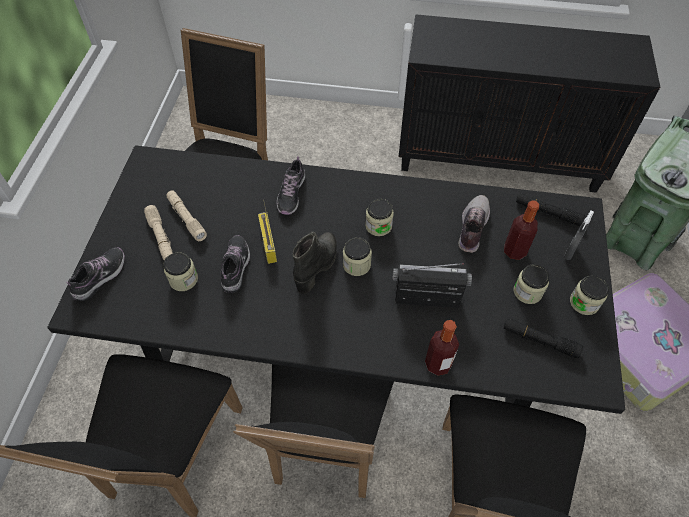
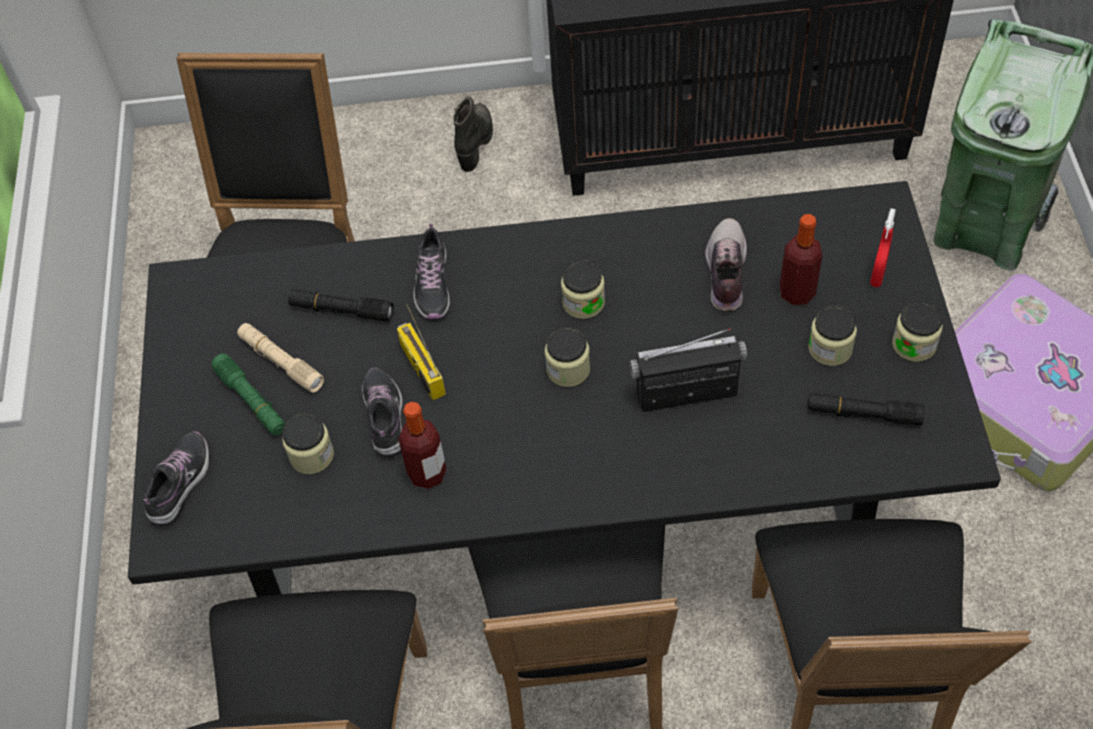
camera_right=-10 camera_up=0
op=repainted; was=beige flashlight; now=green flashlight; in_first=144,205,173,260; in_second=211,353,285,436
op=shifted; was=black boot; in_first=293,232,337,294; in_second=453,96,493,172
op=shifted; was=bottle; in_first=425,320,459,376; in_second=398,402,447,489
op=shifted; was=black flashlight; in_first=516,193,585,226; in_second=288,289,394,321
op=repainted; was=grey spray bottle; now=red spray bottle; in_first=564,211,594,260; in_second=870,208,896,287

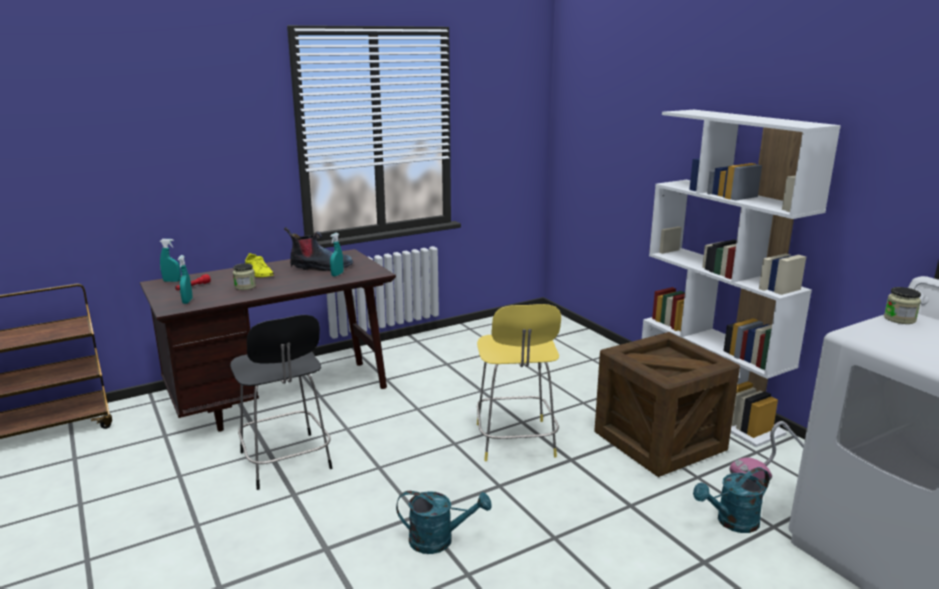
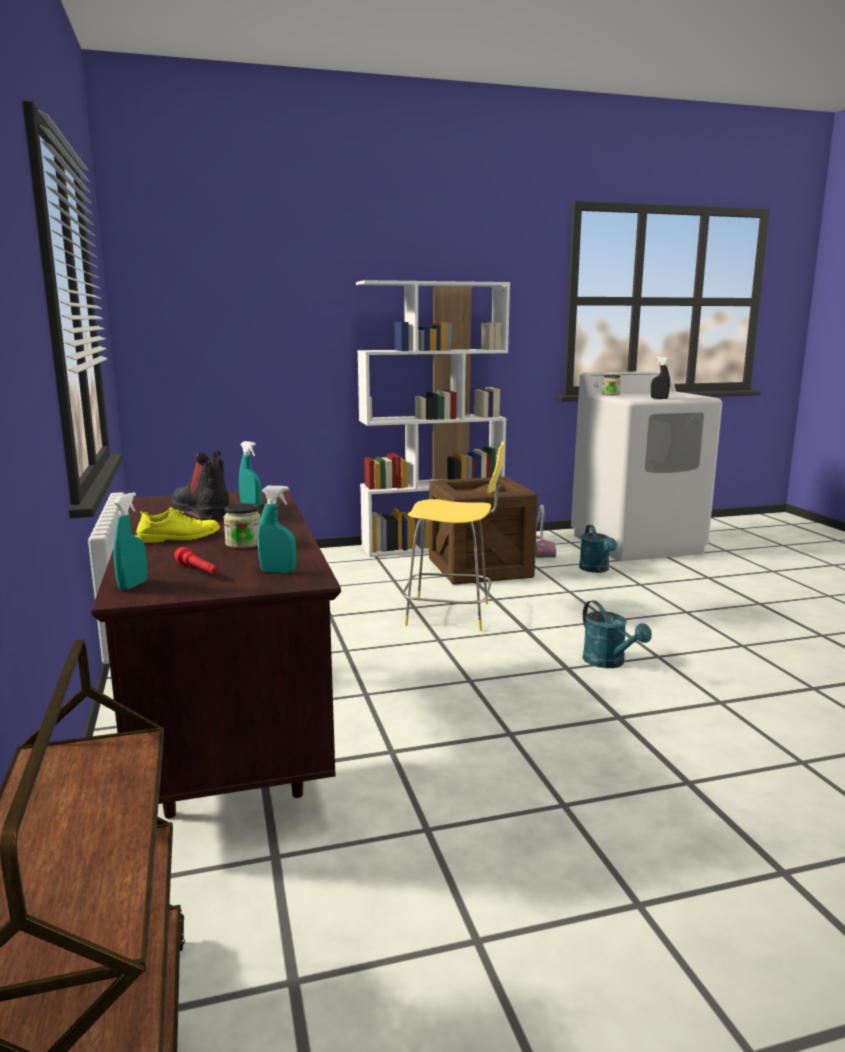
camera_right=-75 camera_up=-5
op=gone; was=black stool; in_first=230,315,332,490
op=rotated; was=boot; in_first=284,227,353,271; in_second=172,451,229,519; clockwise=-45
op=rotated; was=turquoise watering can; in_first=396,491,492,554; in_second=583,600,652,668; clockwise=135
op=new; now=black spray bottle; in_second=651,356,670,399

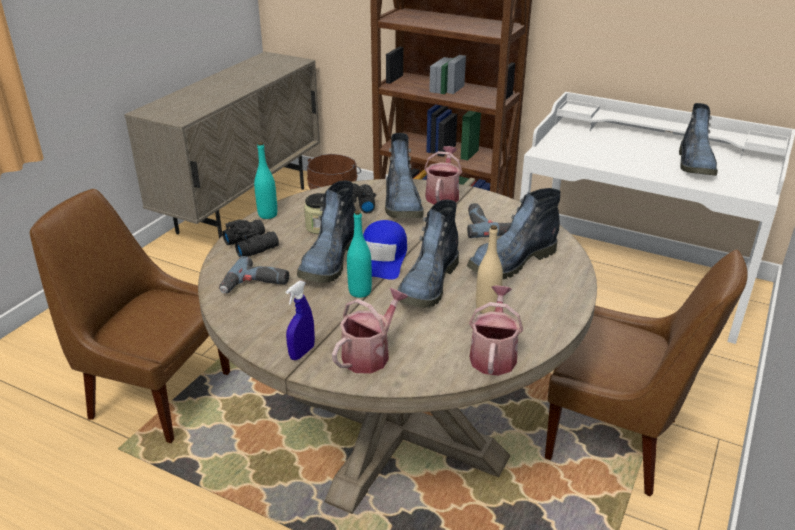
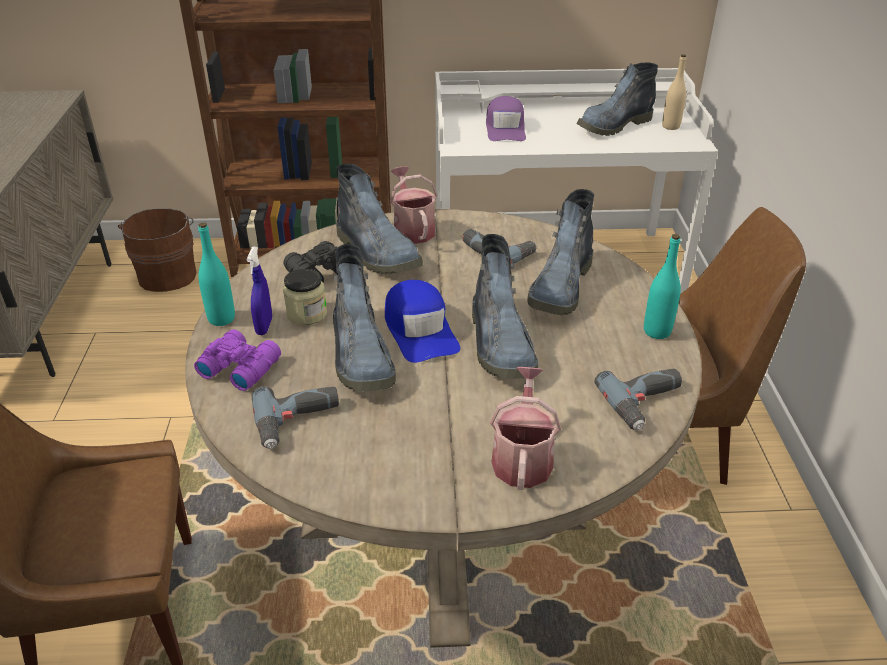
camera_right=-30 camera_up=5
op=repainted; was=black binoculars; now=purple binoculars; in_first=222,219,279,257; in_second=194,330,281,391
op=shifted; was=blue spray bottle; in_first=286,281,315,360; in_second=247,247,272,335
op=shifted; was=turquoise bottle; in_first=347,210,372,298; in_second=644,234,681,339
op=swapped; was=watering can; now=power drill; in_first=469,285,523,376; in_second=594,369,682,430
op=shifted; was=beige bottle; in_first=476,225,503,314; in_second=662,54,686,130
op=rotated; was=boot; in_first=679,103,718,176; in_second=577,62,658,136; clockwise=75
op=new; now=purple cap; in_second=486,96,526,141

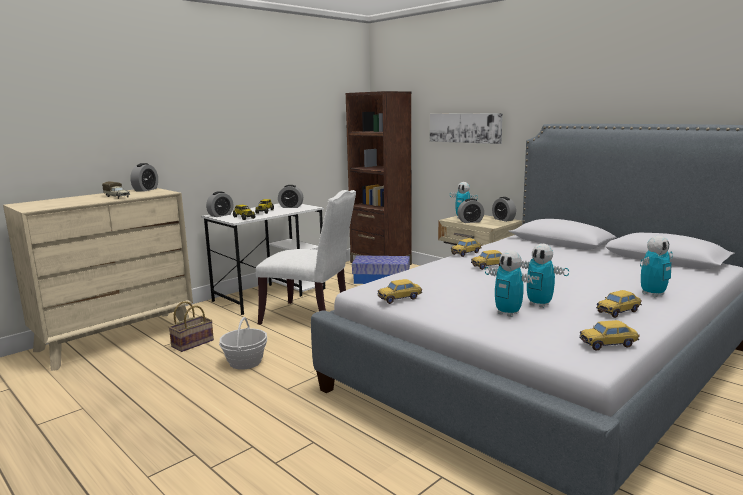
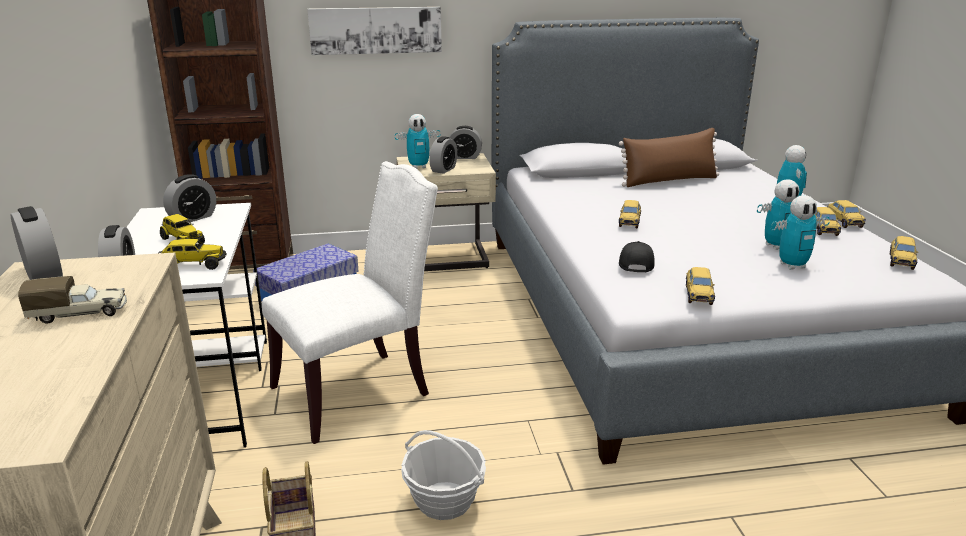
camera_right=-55 camera_up=10
op=shifted; was=toy car; in_first=451,238,482,257; in_second=827,200,866,228
op=new; now=brown pillow; in_second=619,128,719,187
op=new; now=black cap; in_second=619,241,655,272

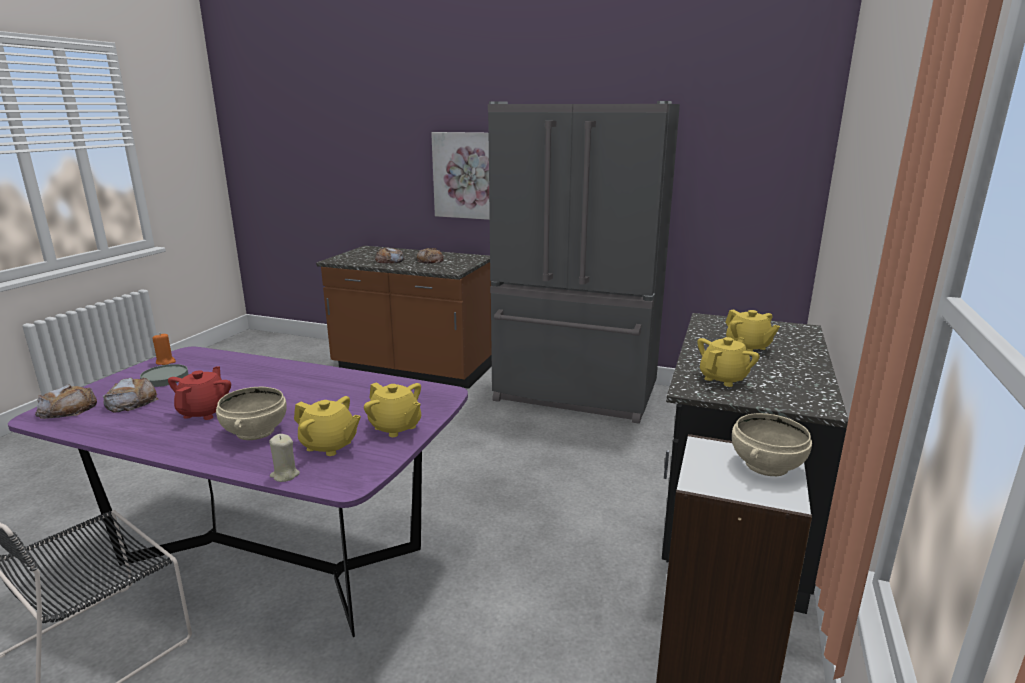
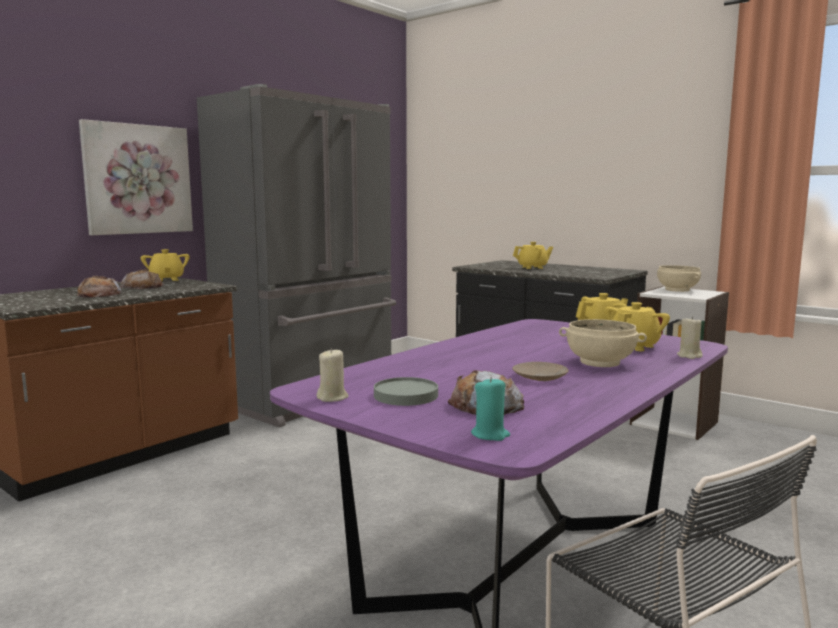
camera_right=-70 camera_up=-10
op=swapped; was=bread; now=turquoise candle; in_first=35,384,97,419; in_second=471,377,510,441
op=repainted; was=orange candle; now=beige candle; in_first=152,334,176,365; in_second=317,348,349,402
op=swapped; was=red teapot; now=beige plate; in_first=168,366,231,420; in_second=512,362,568,381
op=shifted; was=yellow teapot; in_first=697,337,760,387; in_second=141,249,190,281

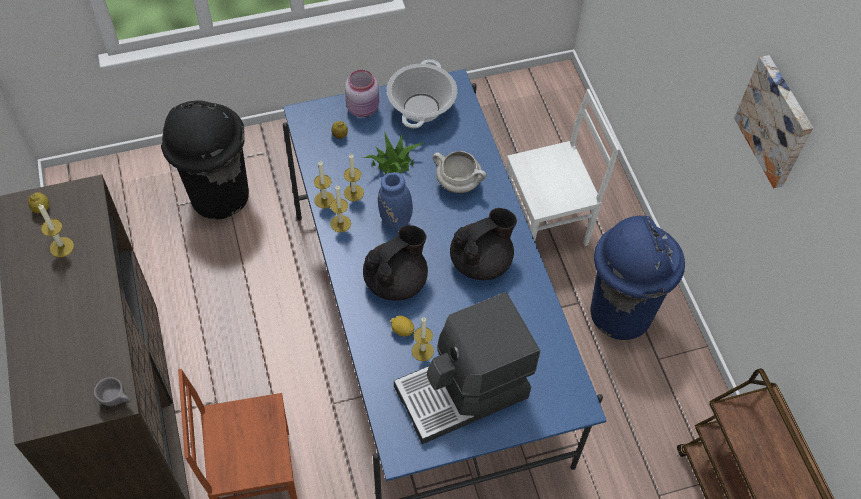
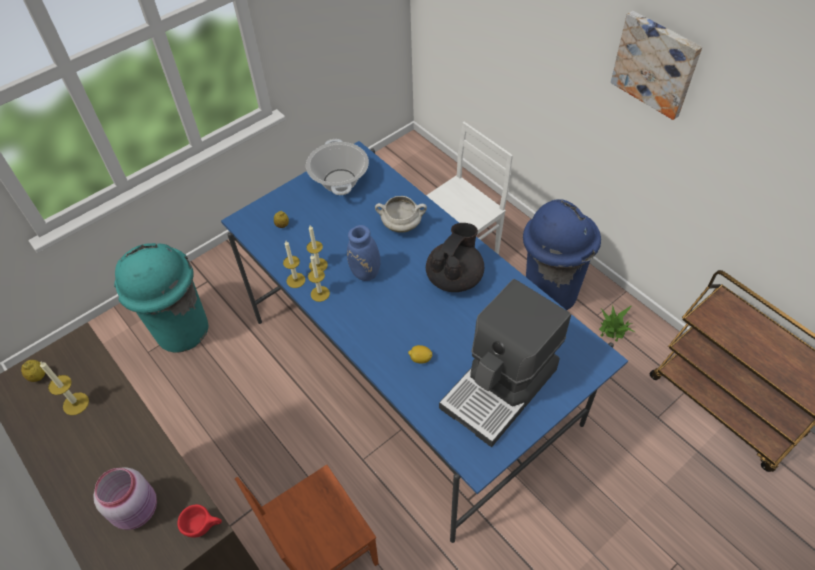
camera_right=-20 camera_up=-5
op=repainted; was=grey cup; now=red cup; in_first=94,377,131,406; in_second=177,504,222,537
op=repainted; was=black trash can; now=turquoise trash can; in_first=161,100,249,219; in_second=114,243,208,353
op=shifted; was=pink jar; in_first=345,70,379,117; in_second=93,467,157,530
op=shifted; was=potted plant; in_first=363,132,423,175; in_second=599,305,635,342
op=gone; was=black teapot; in_first=363,225,428,301
op=gone; was=candle; in_first=412,317,434,361

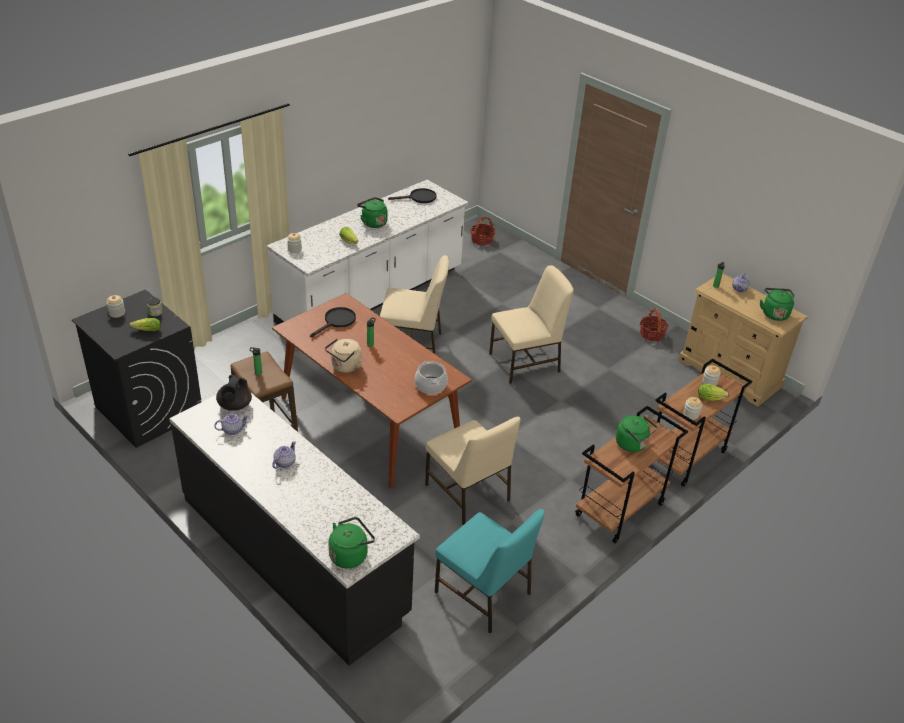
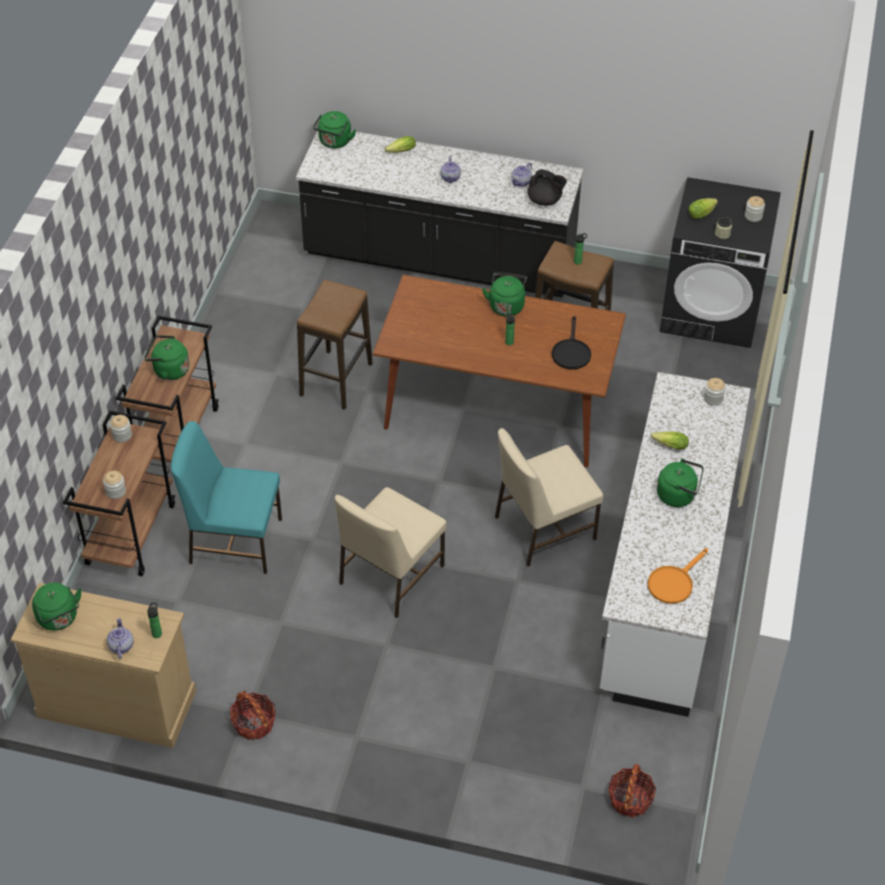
camera_right=150 camera_up=10
op=rotated; was=black teapot; in_first=216,375,252,411; in_second=528,169,567,206; clockwise=135
op=repainted; was=beige kettle; now=green kettle; in_first=325,339,363,373; in_second=482,272,527,316
op=repainted; was=black frying pan; now=orange frying pan; in_first=388,188,437,203; in_second=648,548,708,604
op=gone; was=cooking pot; in_first=415,361,448,394
op=swapped; was=beige chair; now=stool; in_first=425,417,520,525; in_second=297,280,373,410
op=shifted; was=turquoise chair; in_first=435,509,545,633; in_second=171,421,282,574
op=shifted; was=lettuce; in_first=698,384,729,401; in_second=385,136,416,153

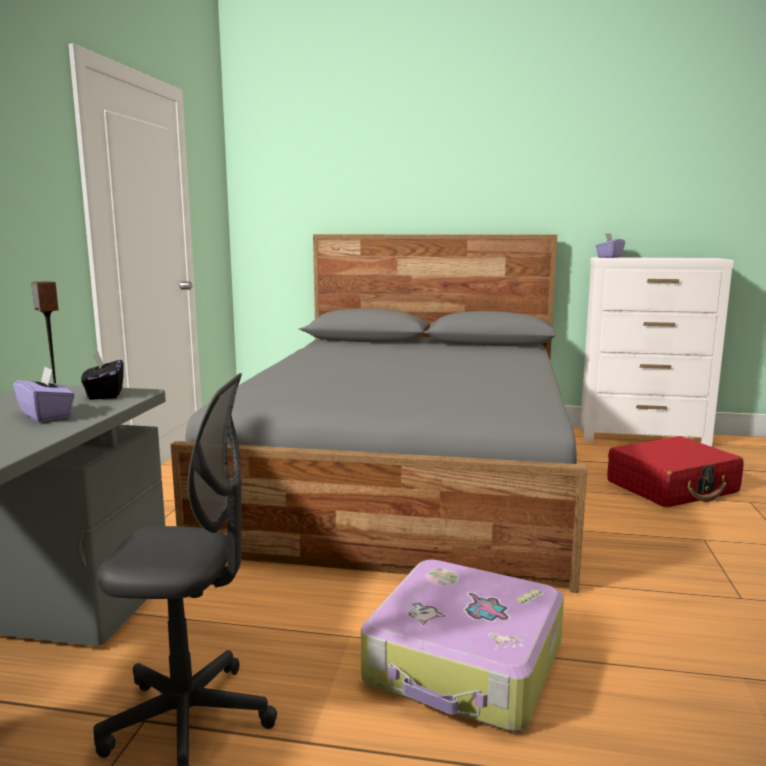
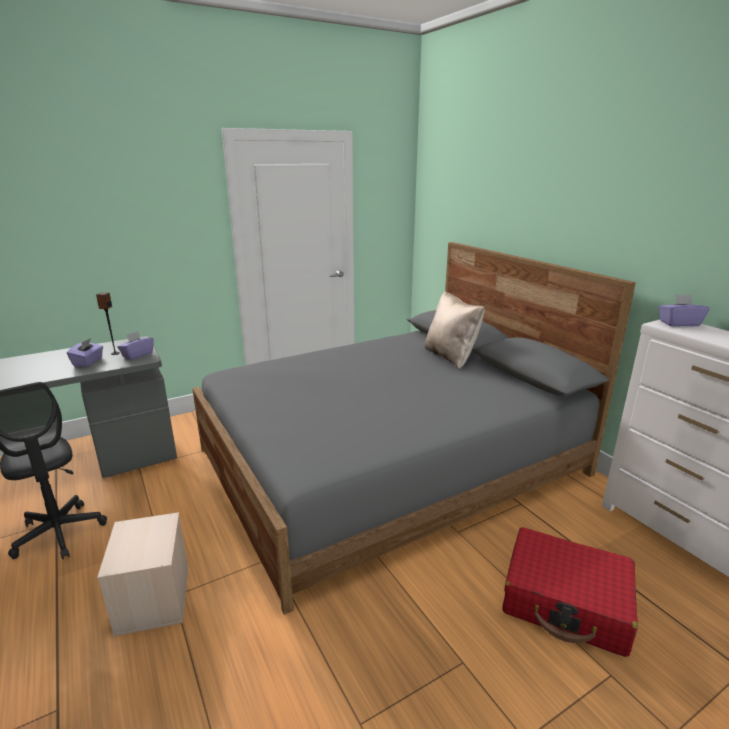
camera_right=50 camera_up=10
op=repainted; was=black tissue box; now=purple tissue box; in_first=81,351,123,400; in_second=117,331,154,360
op=swapped; was=suitcase; now=beige storage box; in_first=361,559,564,731; in_second=97,512,189,637
op=new; now=beige pillow; in_second=424,291,485,369

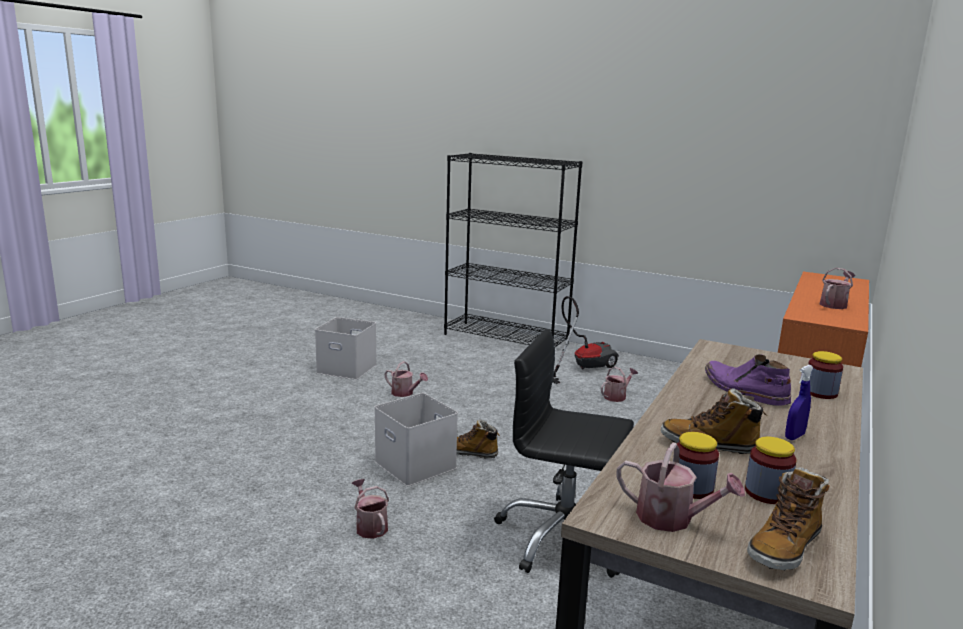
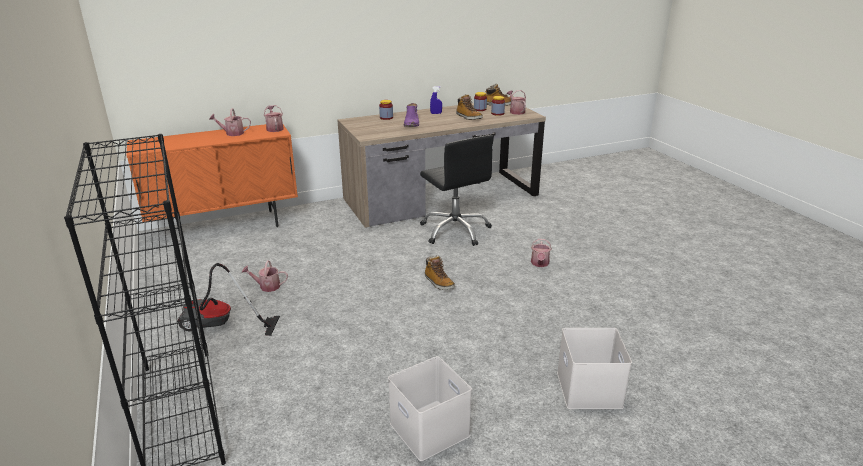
camera_right=-140 camera_up=10
op=shifted; was=white storage box; in_first=374,393,458,486; in_second=557,328,632,409
op=shifted; was=watering can; in_first=385,361,428,397; in_second=264,105,284,132

